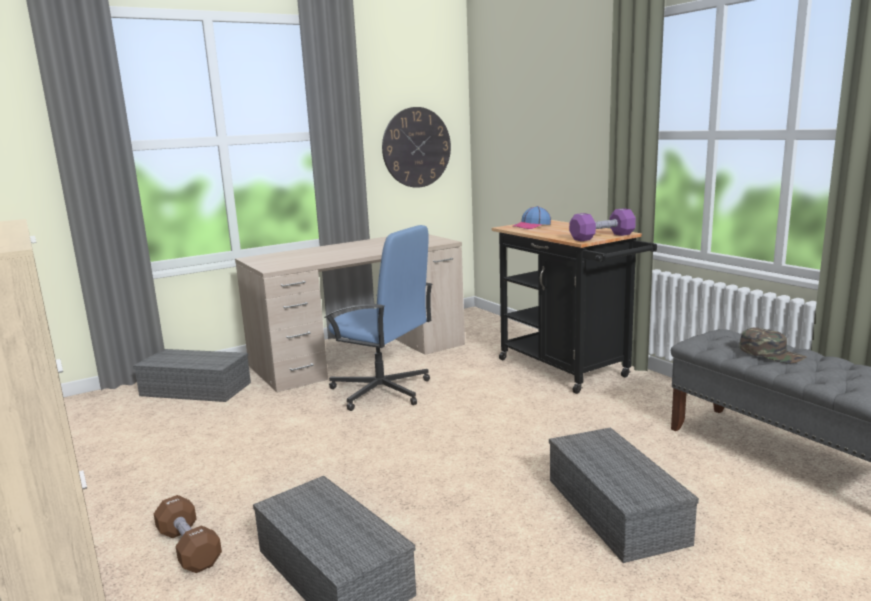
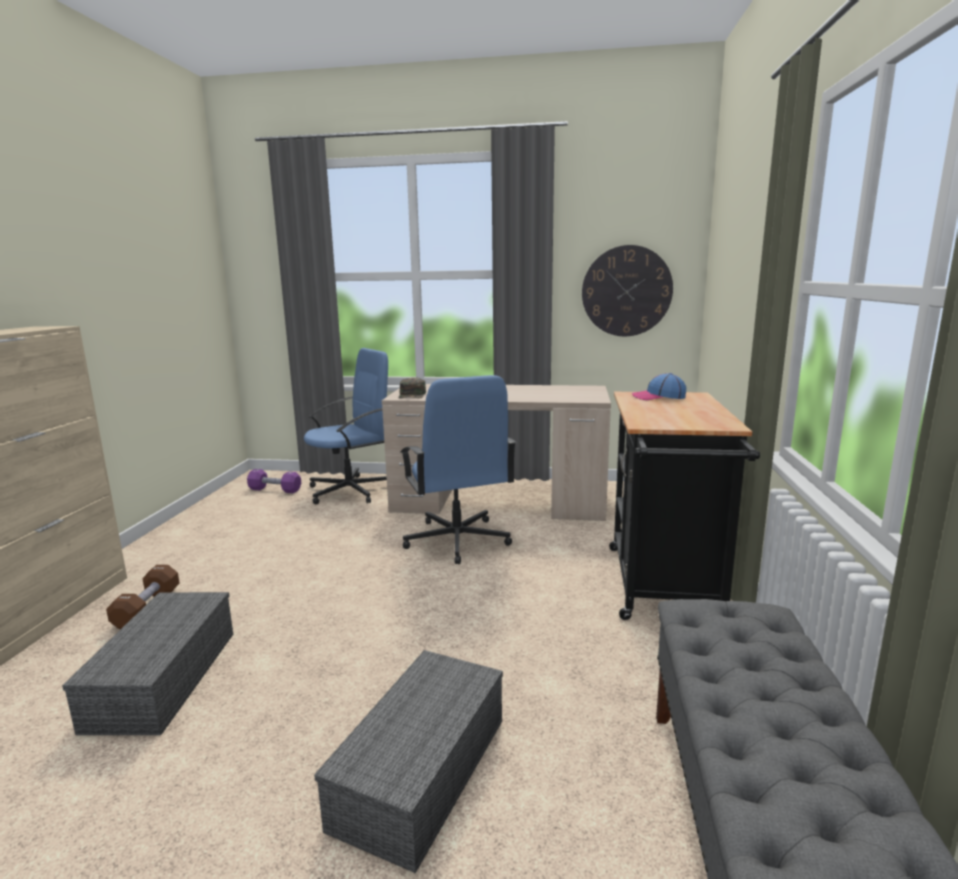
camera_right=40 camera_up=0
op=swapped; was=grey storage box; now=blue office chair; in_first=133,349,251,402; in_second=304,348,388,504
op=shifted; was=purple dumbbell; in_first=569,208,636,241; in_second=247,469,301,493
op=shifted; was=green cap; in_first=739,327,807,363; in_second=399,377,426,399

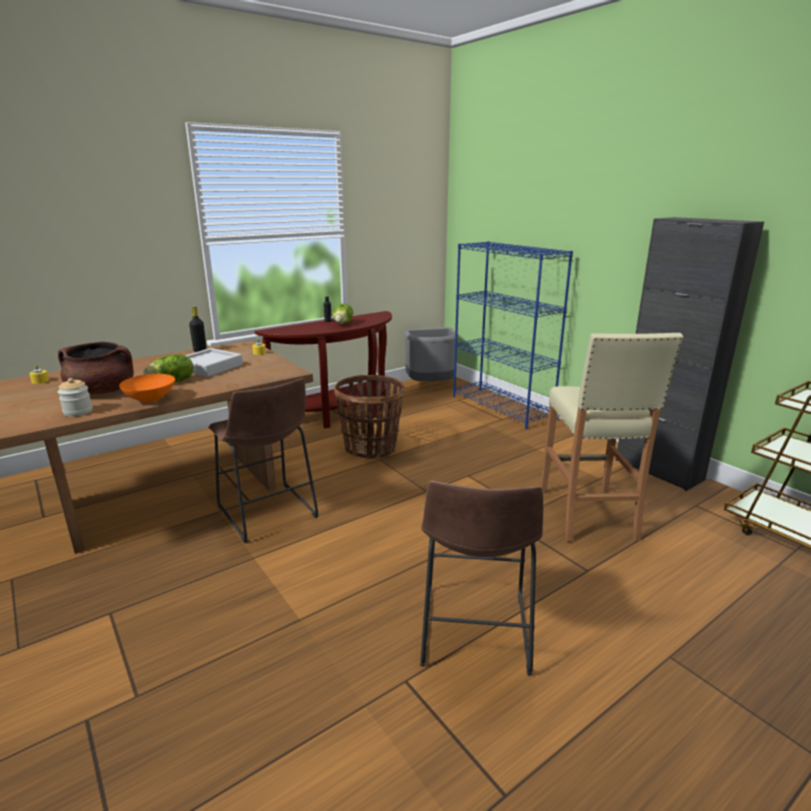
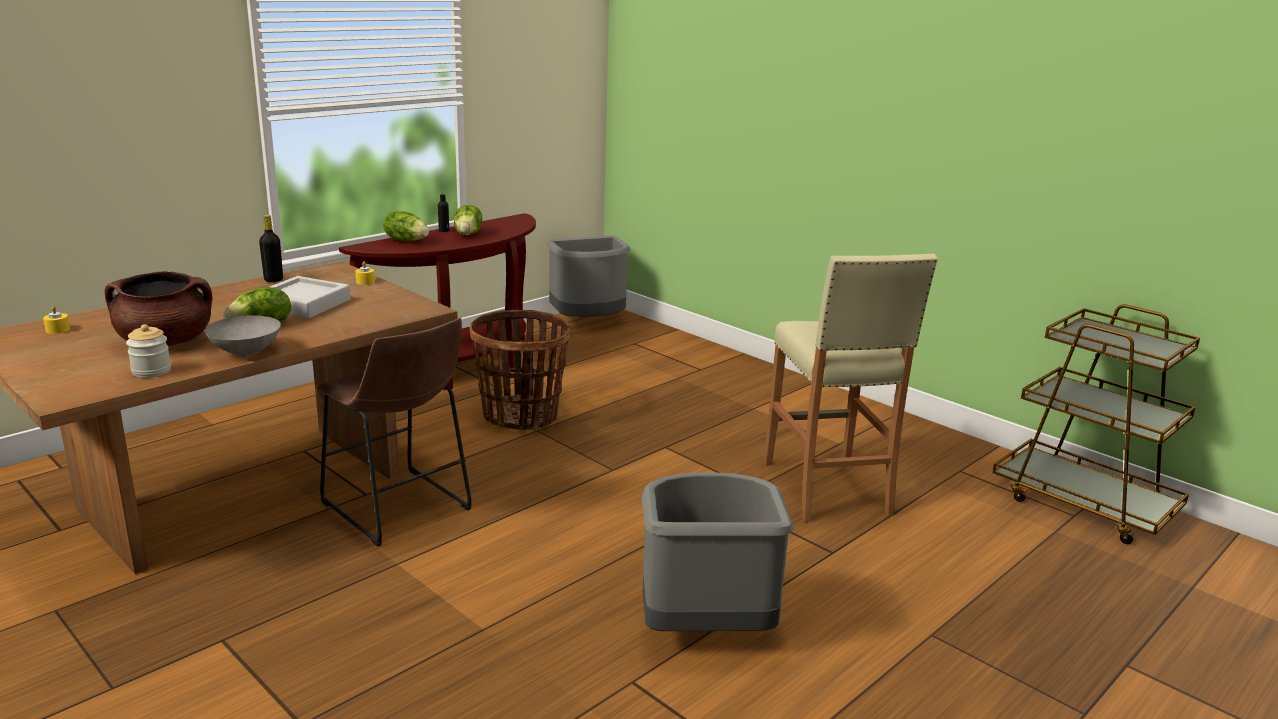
camera_right=-10 camera_up=0
op=repainted; was=orange bowl; now=grey bowl; in_first=119,374,175,403; in_second=205,315,281,356
op=swapped; was=brown stool; now=grey trash can; in_first=420,481,543,676; in_second=641,473,794,631
op=gone; was=blue bookcase; in_first=453,241,573,429
op=gone; was=black cabinet; in_first=615,217,764,491
op=new; now=lettuce; in_second=383,211,429,242

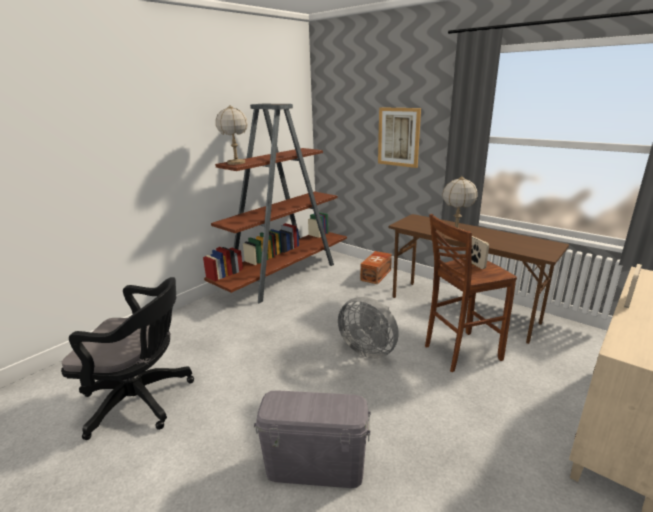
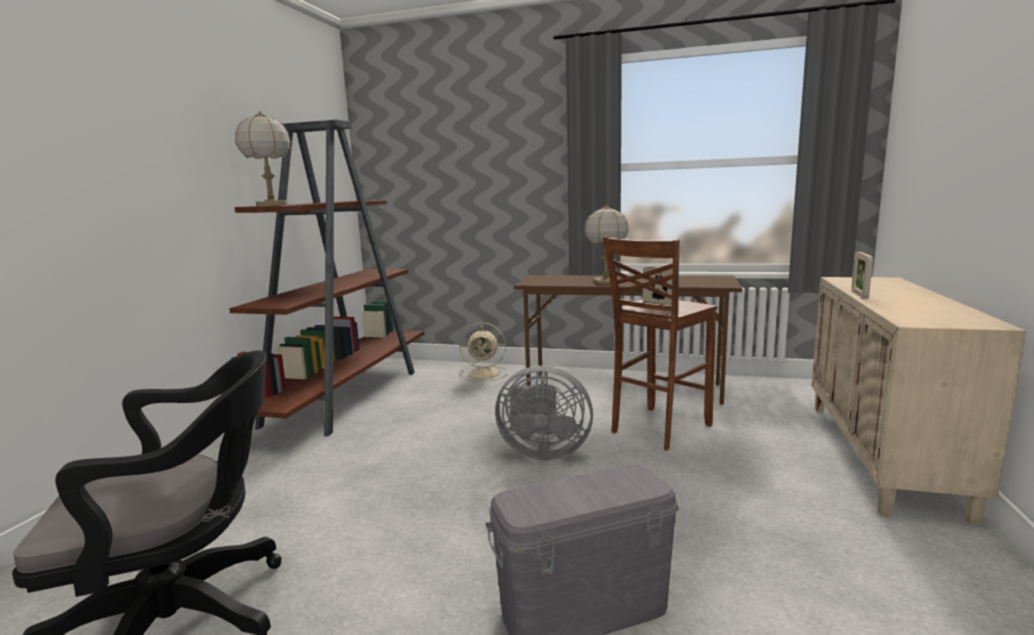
camera_right=-25 camera_up=-10
op=swapped; was=brown storage box; now=beige fan; in_first=360,251,392,284; in_second=459,323,508,381
op=gone; was=picture; in_first=378,107,421,168

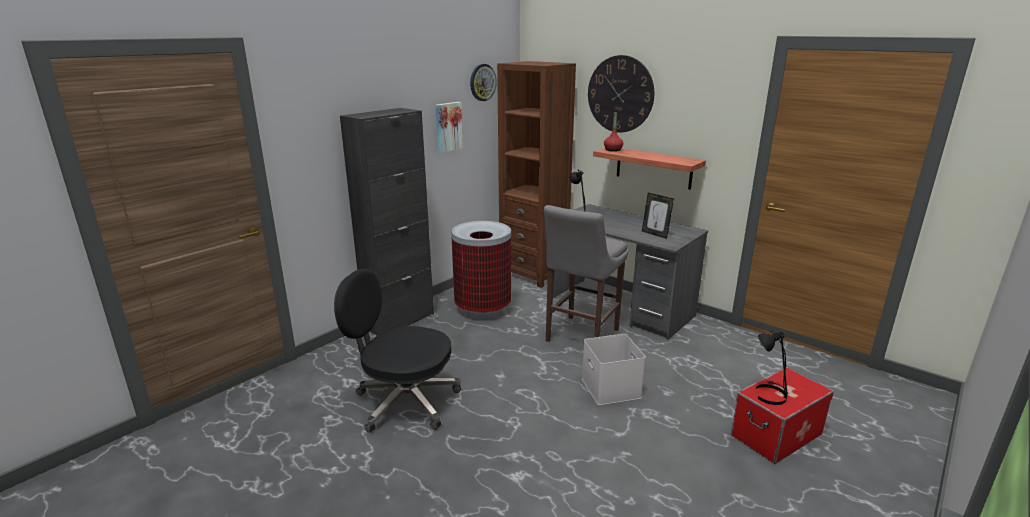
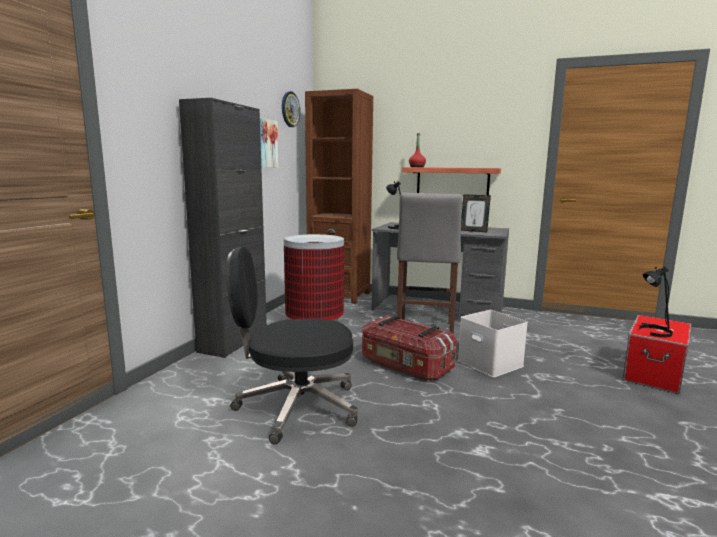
camera_right=-20 camera_up=-10
op=gone; was=wall clock; in_first=588,55,654,133
op=new; now=storage box; in_second=362,315,457,381

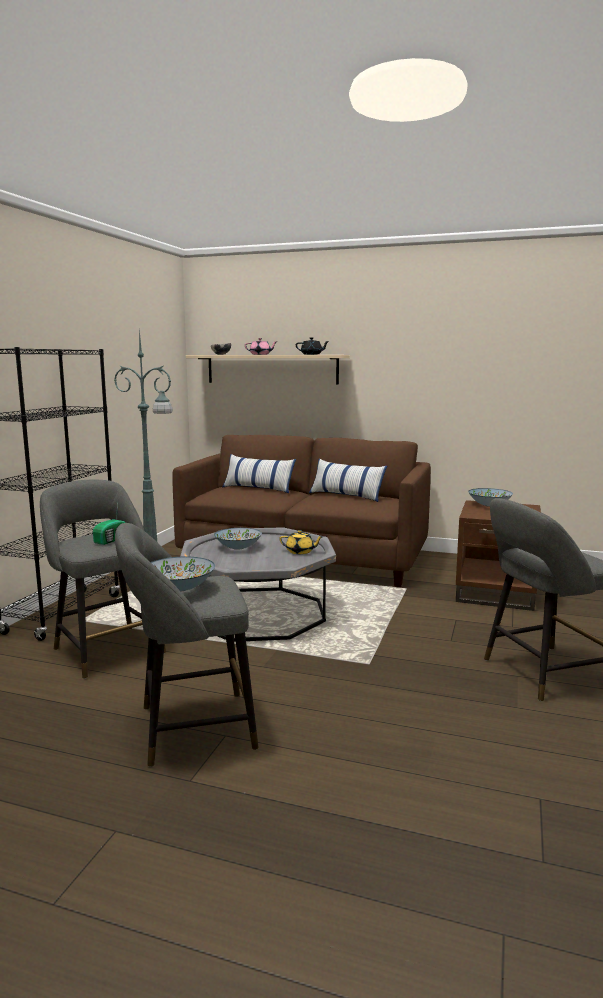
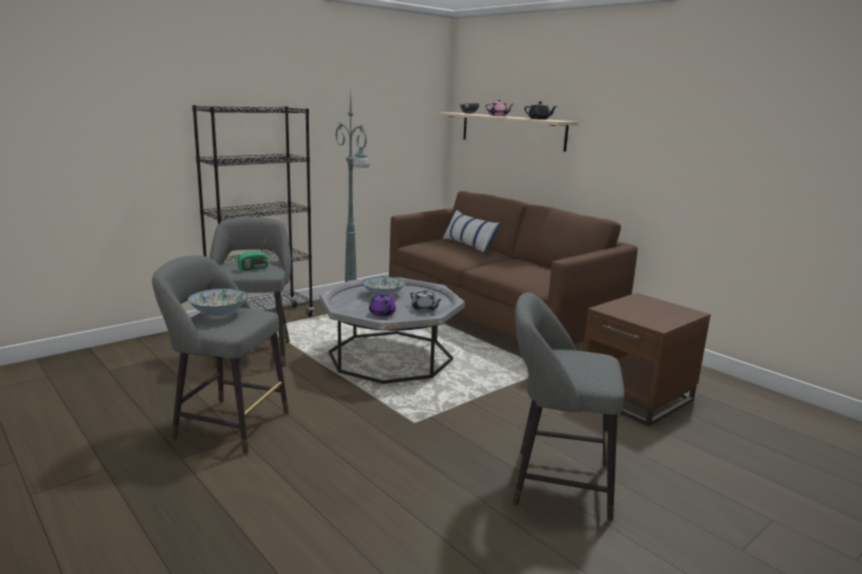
camera_right=30 camera_up=5
op=repainted; was=yellow teapot; now=grey teapot; in_first=279,530,324,554; in_second=410,290,442,312
op=gone; was=pillow; in_first=309,459,387,502
op=gone; was=bowl; in_first=468,488,513,507
op=new; now=purple teapot; in_second=369,293,396,317

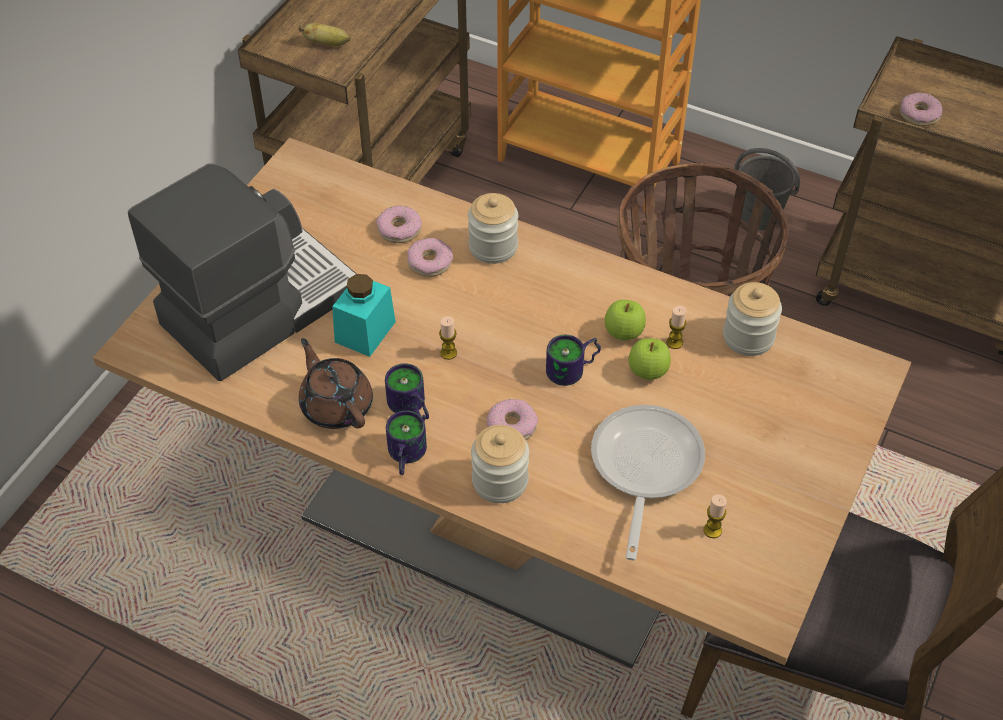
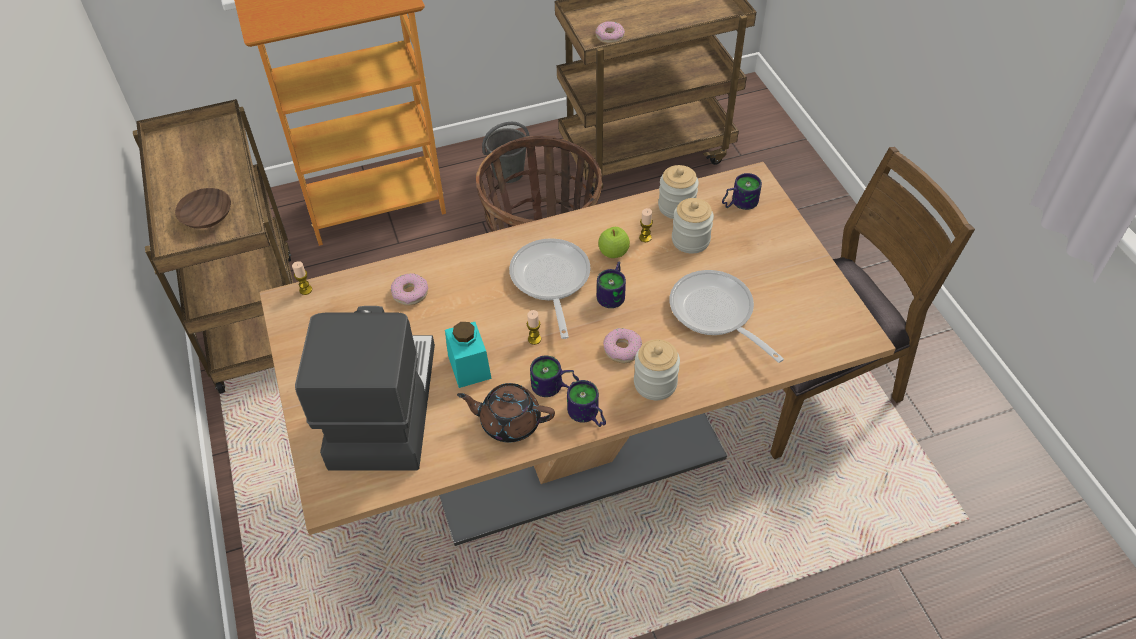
camera_right=-45 camera_up=0
op=swapped; was=banana; now=brown bowl; in_first=298,23,350,46; in_second=175,188,231,228
op=gone; was=donut; in_first=407,238,453,277
op=shifted; was=jar; in_first=468,193,518,264; in_second=672,198,714,254
op=gone; was=apple; in_first=628,338,671,380
op=shifted; was=candle; in_first=704,494,727,538; in_second=292,261,312,295
op=new; now=frying pan; in_second=509,238,591,339
op=new; now=mug; in_second=722,173,762,210

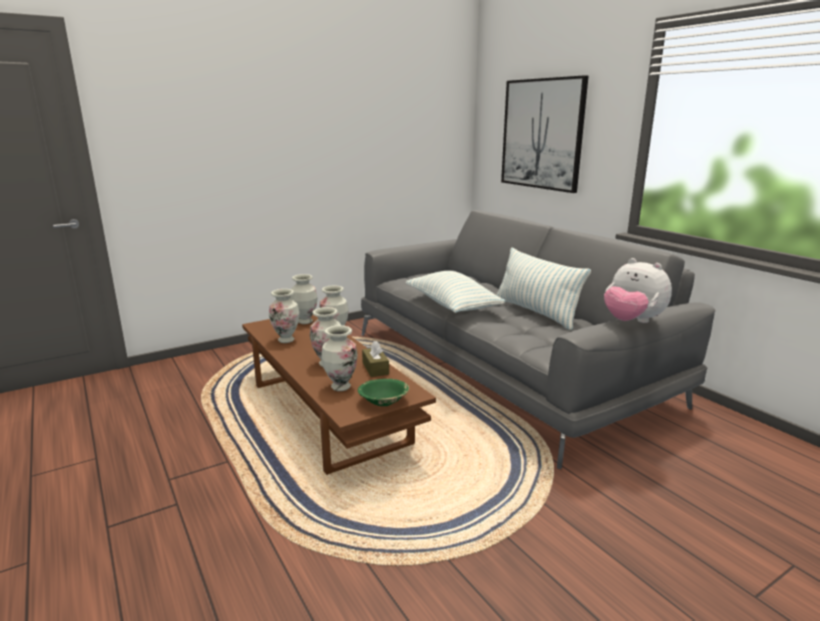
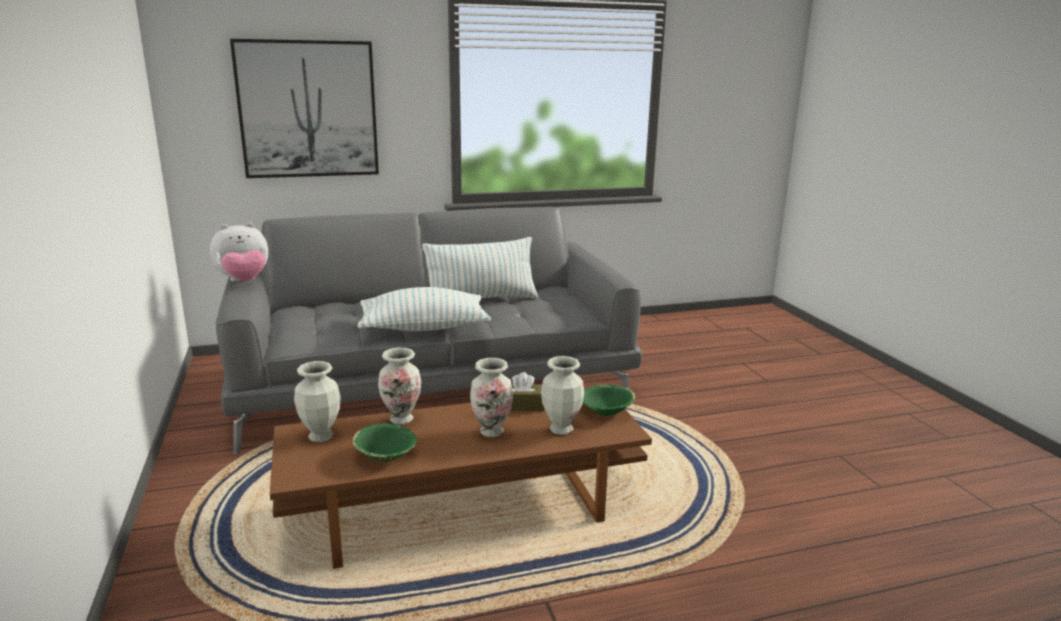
camera_right=-75 camera_up=0
op=swapped; was=vase; now=green bowl; in_first=269,289,299,343; in_second=352,423,417,461
op=shifted; was=plush toy; in_first=604,258,672,323; in_second=210,222,268,282

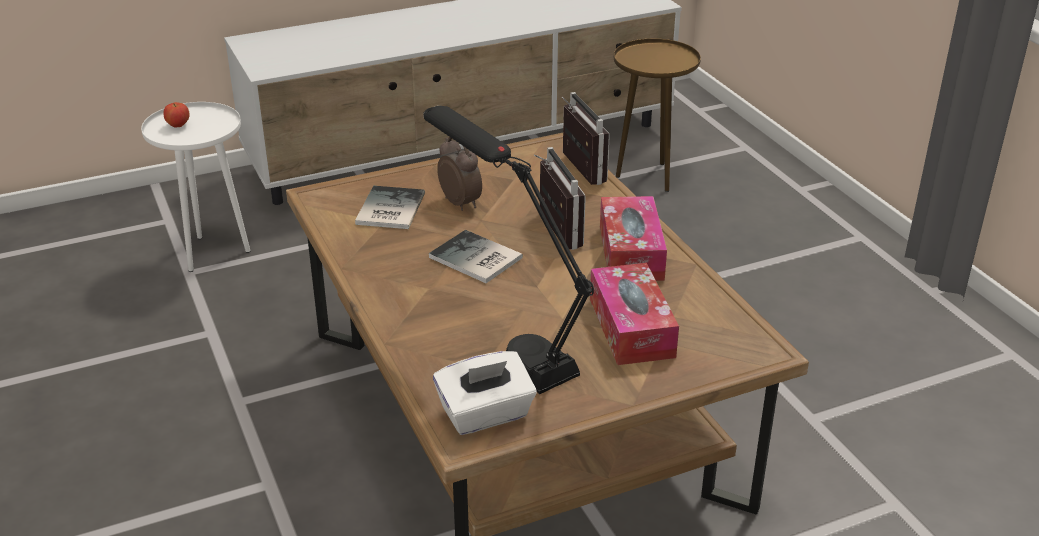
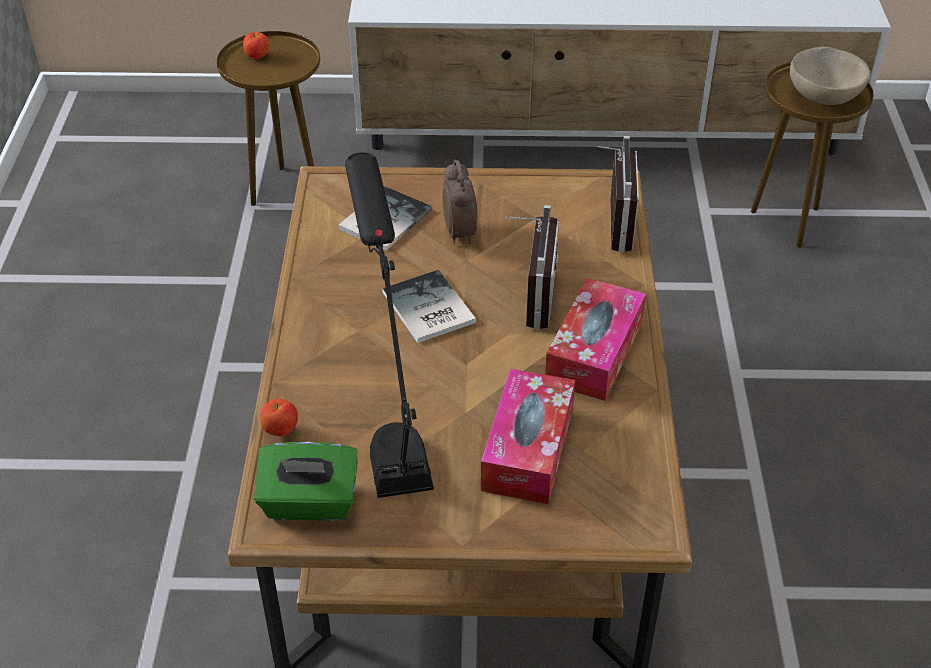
camera_right=25 camera_up=10
op=repainted; was=white side table; now=brown side table; in_first=141,102,251,272; in_second=216,31,320,206
op=repainted; was=white tissue box; now=green tissue box; in_first=433,351,537,435; in_second=254,442,358,521
op=new; now=apple; in_second=260,399,298,436
op=new; now=beige bowl; in_second=790,47,870,105

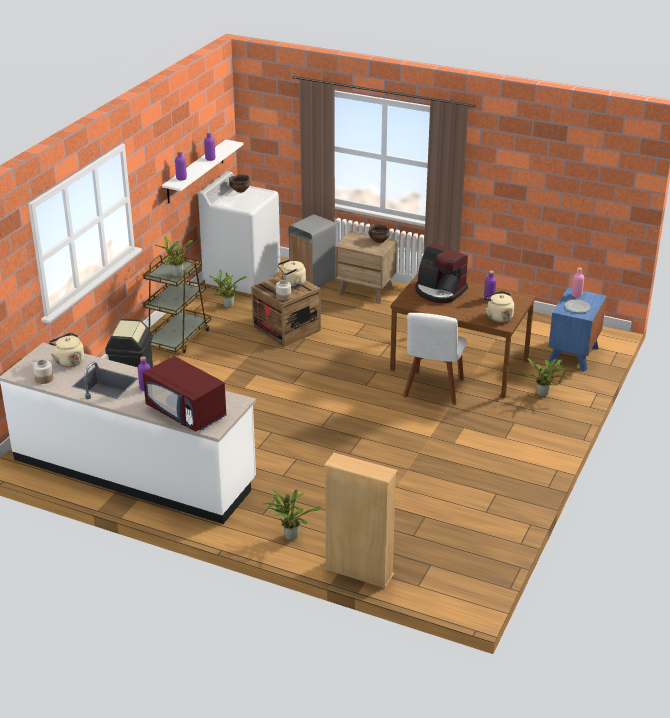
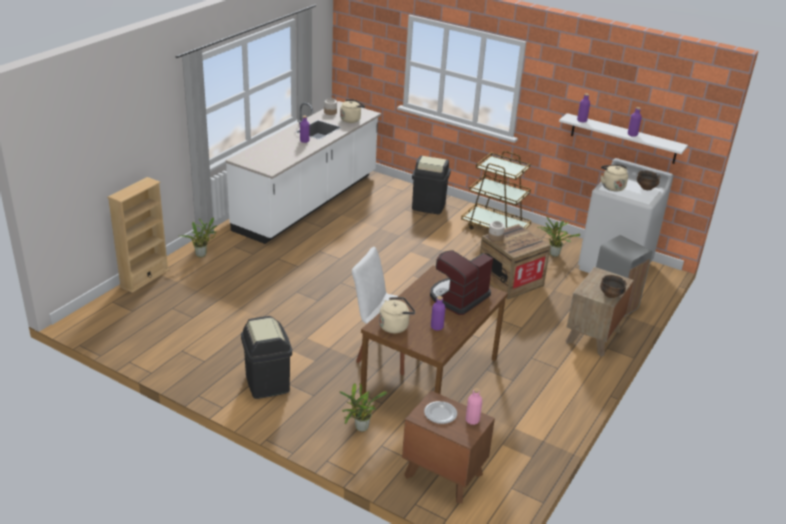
camera_right=95 camera_up=0
op=gone; was=red microwave; in_first=143,356,227,432
op=gone; was=potted plant; in_first=154,236,193,277
op=shifted; was=beige kettle; in_first=278,259,306,287; in_second=601,164,628,191
op=repainted; was=blue nightstand; now=brown nightstand; in_first=548,288,607,371; in_second=402,391,495,503
op=new; now=black trash can; in_second=241,316,292,399

